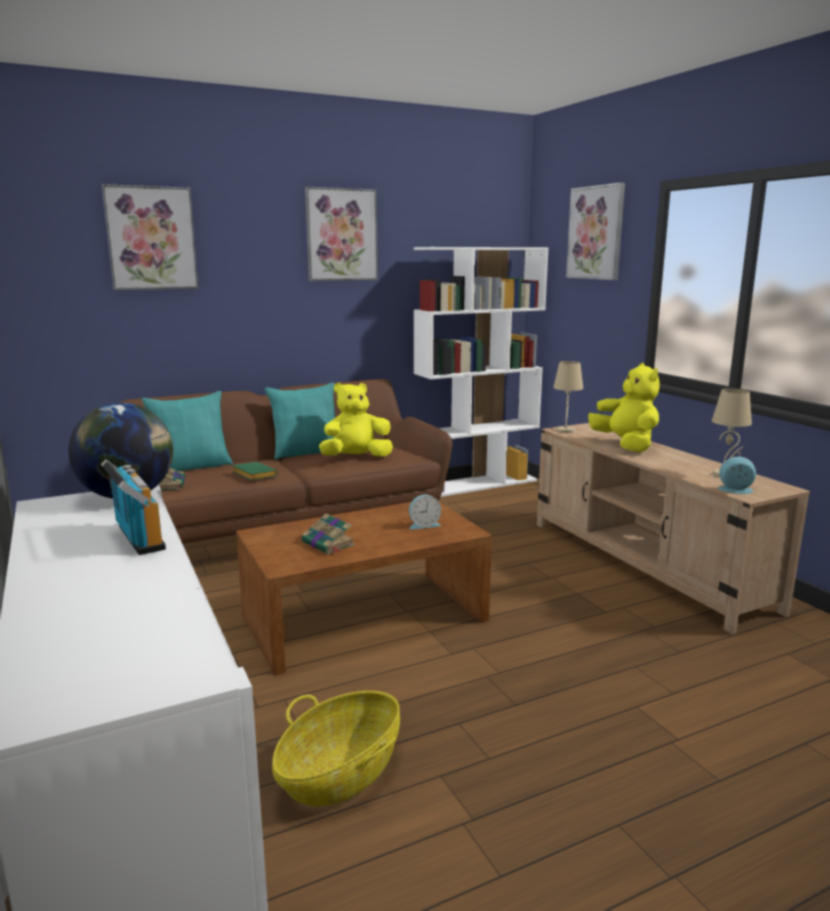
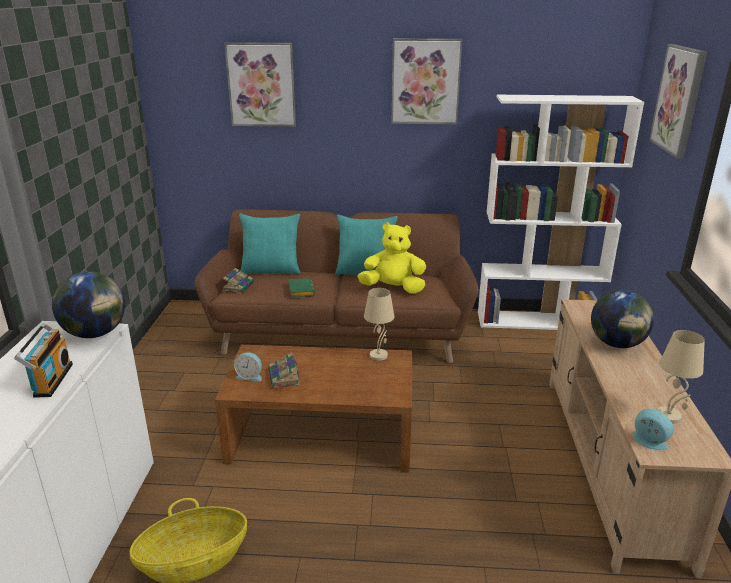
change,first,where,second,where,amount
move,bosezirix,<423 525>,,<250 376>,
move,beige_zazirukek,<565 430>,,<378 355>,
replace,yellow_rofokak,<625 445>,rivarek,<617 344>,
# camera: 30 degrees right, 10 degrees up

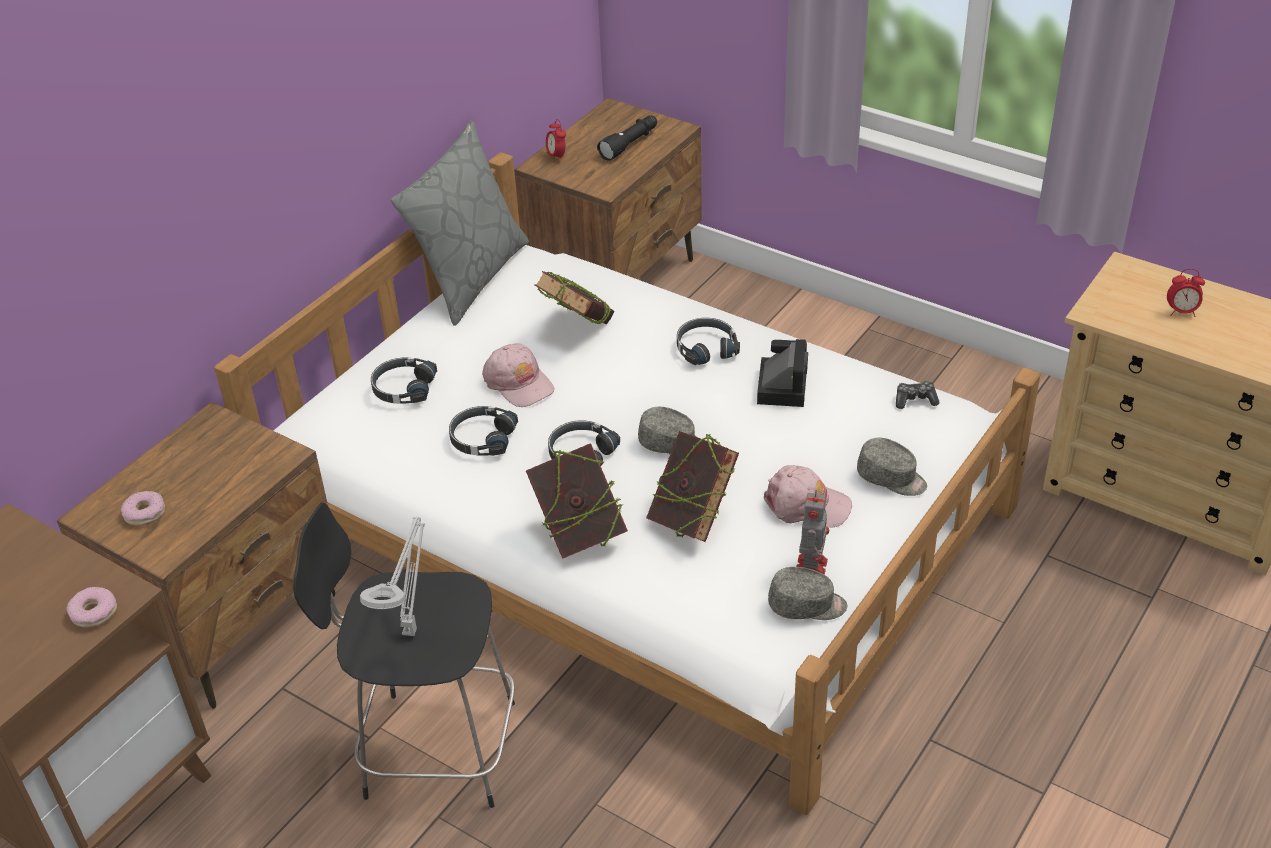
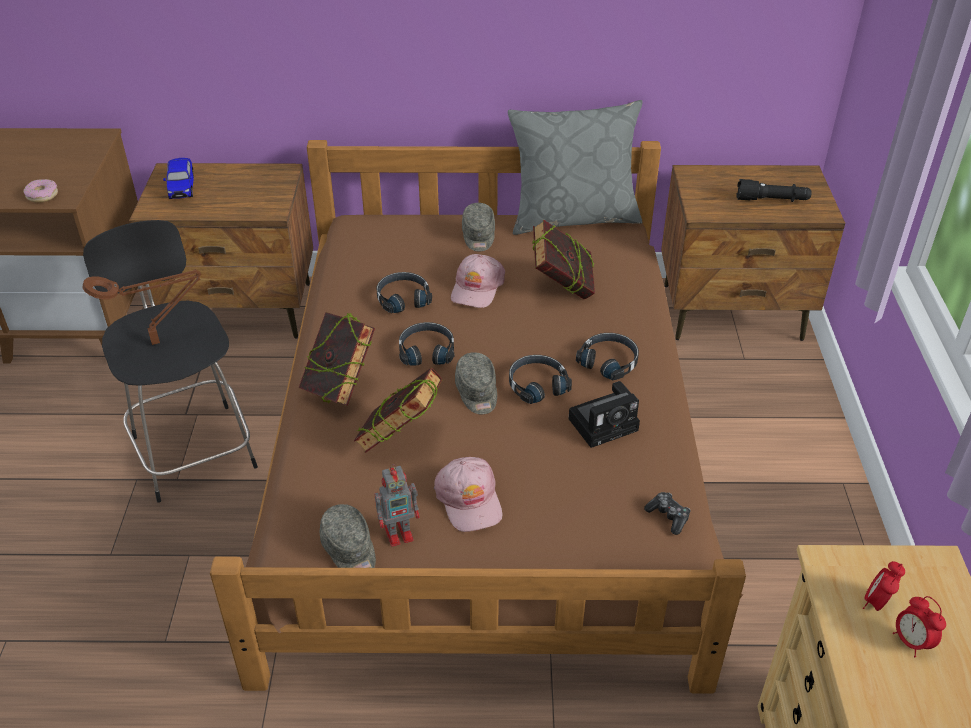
change,first,where,second,where,amount
recolor,grey_zazirukek,<411 629>,brown_zazirukek,<159 341>,
replace,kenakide,<145 513>,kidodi,<181 188>,
recolor,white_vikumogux,<640 520>,brown_vikumogux,<483 448>,
move,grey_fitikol,<891 478>,,<478 236>,
move,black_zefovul,<403 388>,,<537 384>,
move,bosezirix,<556 157>,,<877 603>,
# camera: 55 degrees right, 0 degrees up

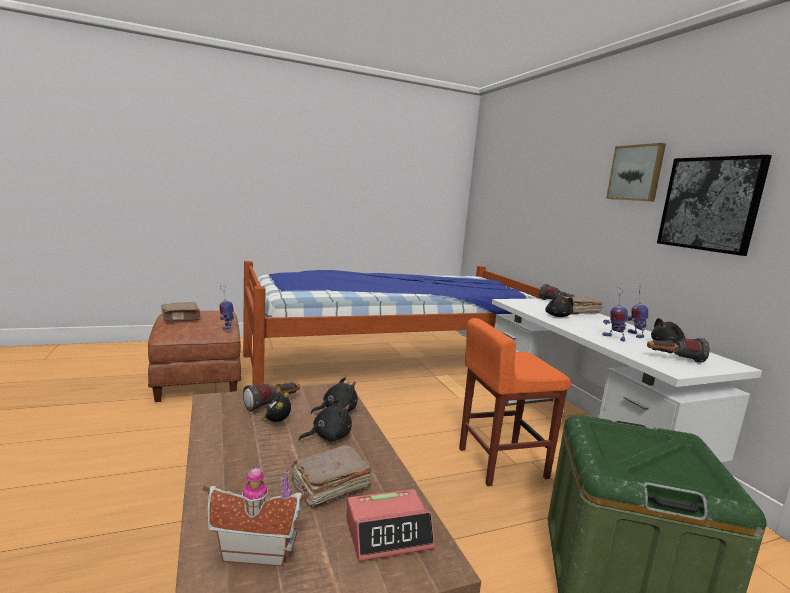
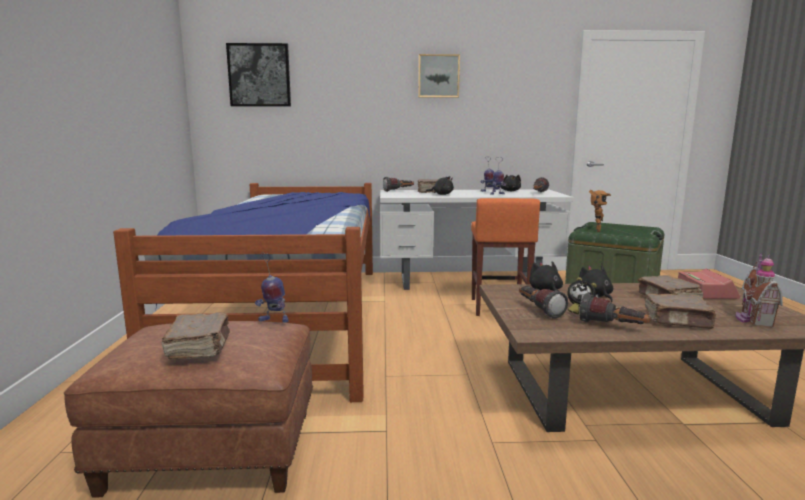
change,first,where,second,where,amount
move,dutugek,<710 204>,,<259 75>,
insert,,,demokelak,<612 327>,
insert,,,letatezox,<595 230>,
insert,,,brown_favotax,<678 321>,
# camera: 70 degrees left, 0 degrees up

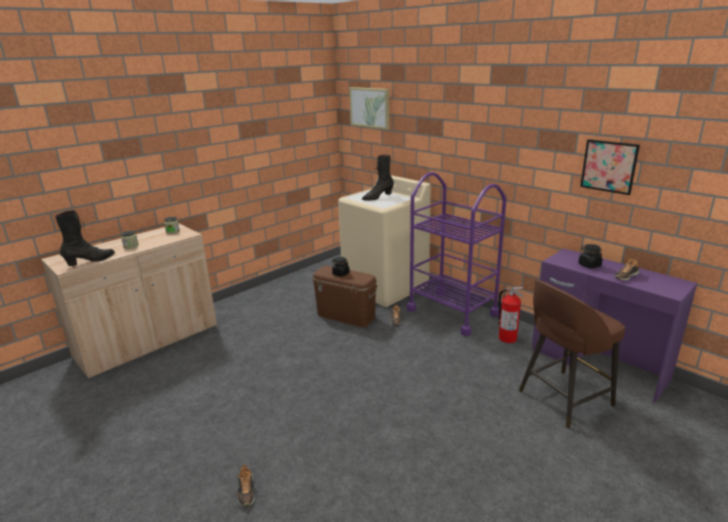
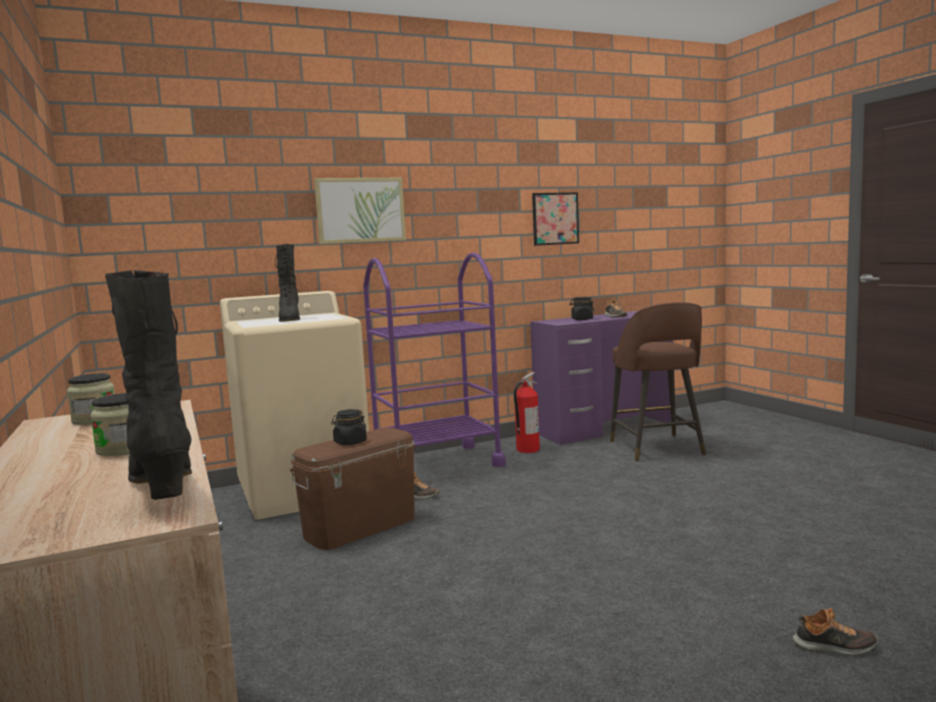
change,first,where,second,where,amount
move,dutugek,<370 107>,,<360 210>,
# camera: 70 degrees left, 15 degrees down

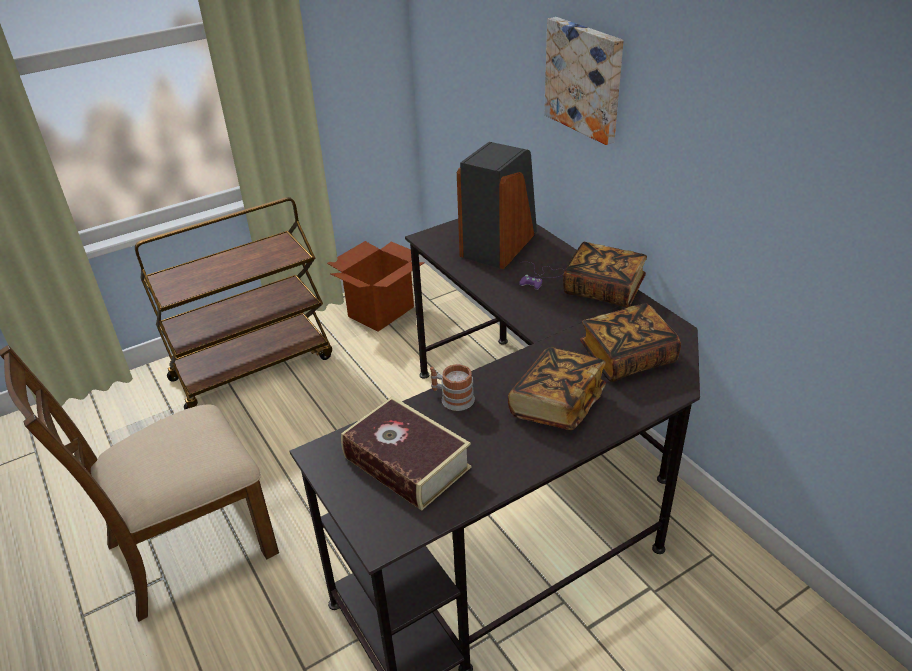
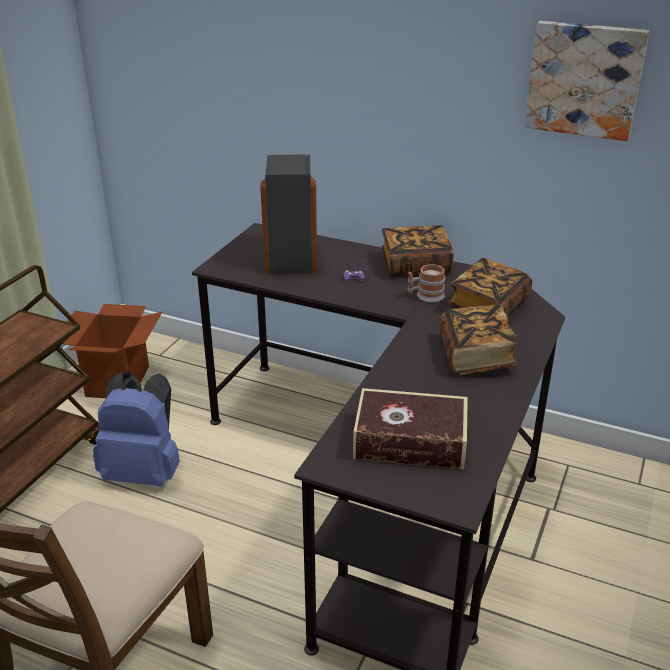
change,first,where,second,where,amount
insert,,,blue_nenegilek,<144 472>,
move,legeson,<452 398>,,<425 296>,
move,dutugek,<585 79>,,<584 79>,
# camera: 35 degrees left, 5 degrees down

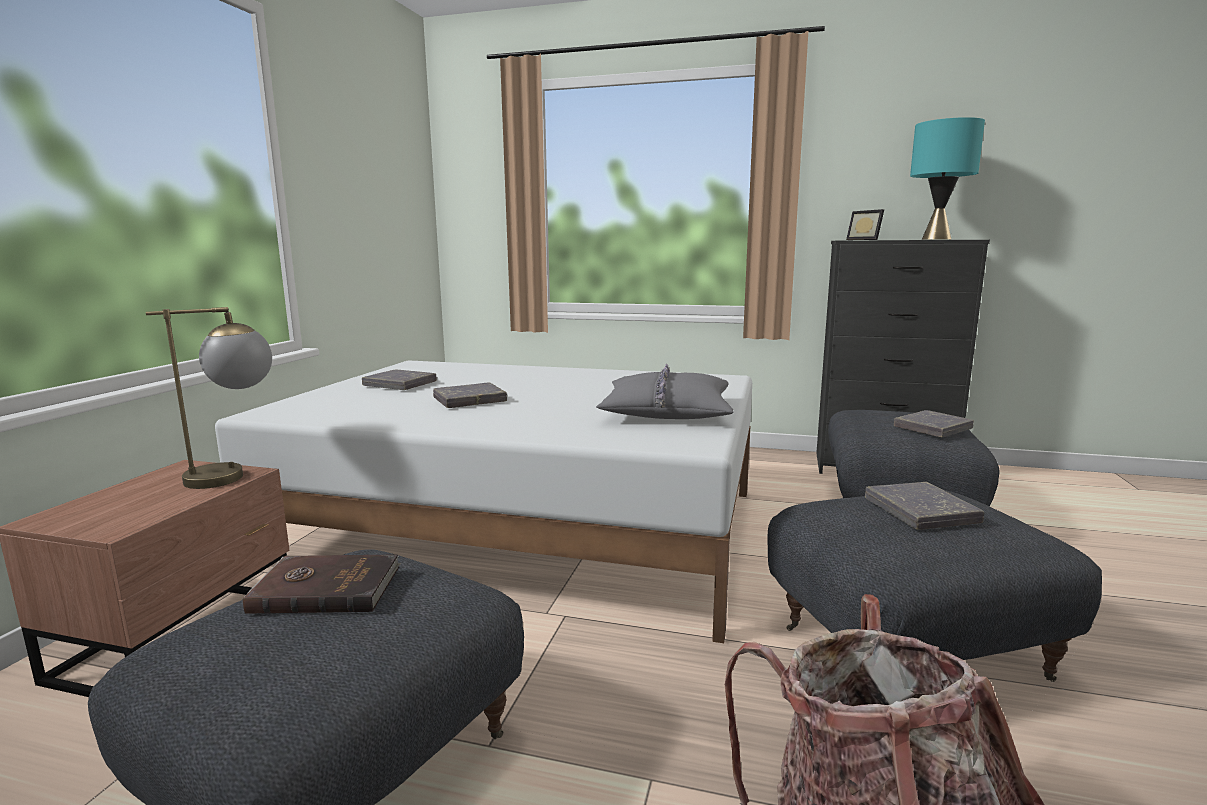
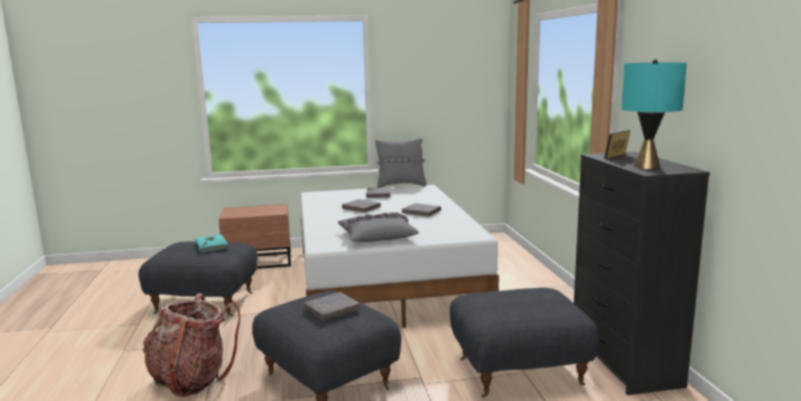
change,first,where,second,where,amount
recolor,brown_favotax,<326 588>,turquoise_favotax,<212 245>,
insert,,,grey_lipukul,<401 185>,
move,grey_favotax,<933 428>,,<421 212>,
delete,zazirukek,<236 475>,,,
# camera: 65 degrees right, 0 degrees up

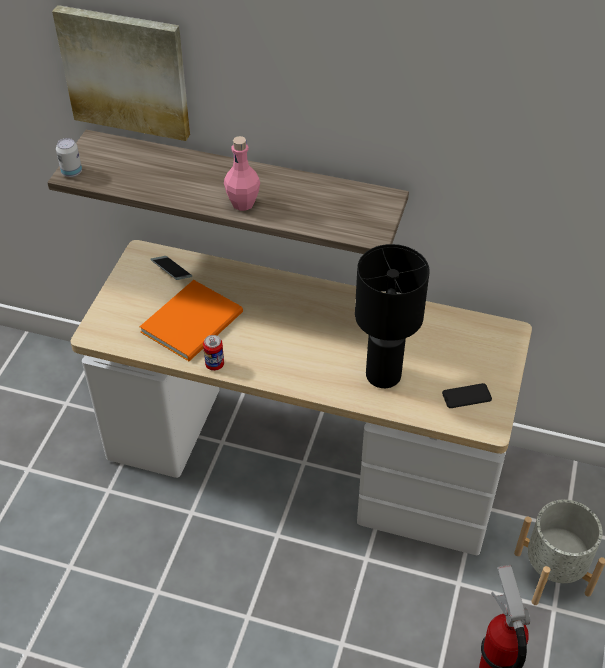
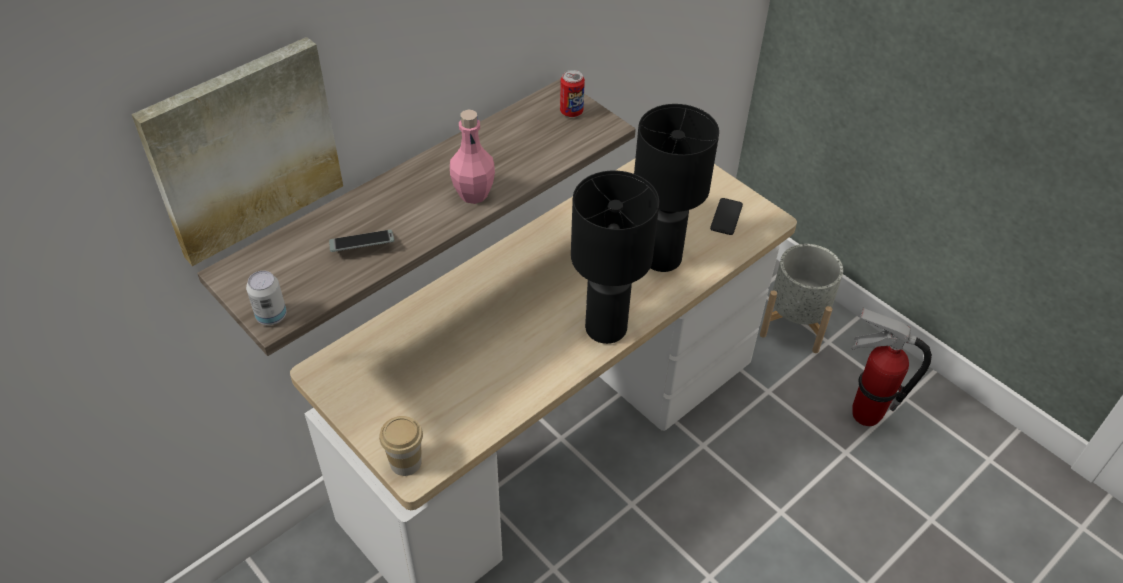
change,first,where,second,where,amount
move,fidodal,<171 271>,,<362 246>,
insert,,,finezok,<405 462>,
move,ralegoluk,<214 364>,,<571 112>,
insert,,,black_zazirukek,<607 328>,
delete,orange_favotax,<195 322>,,,
# camera: 60 degrees left, 0 degrees up

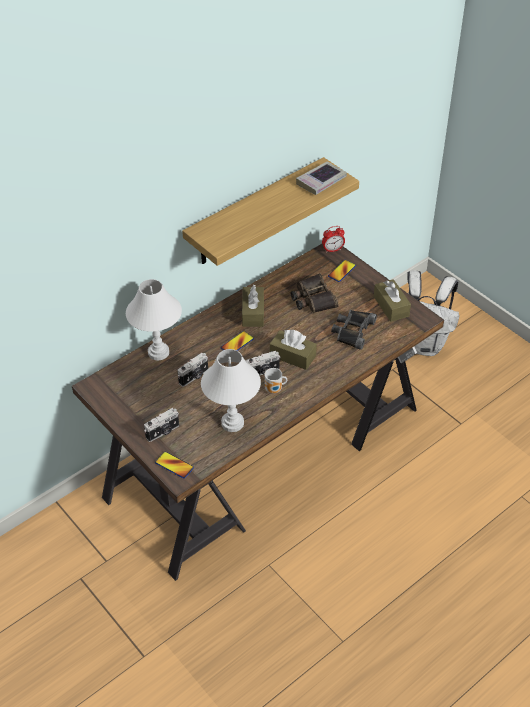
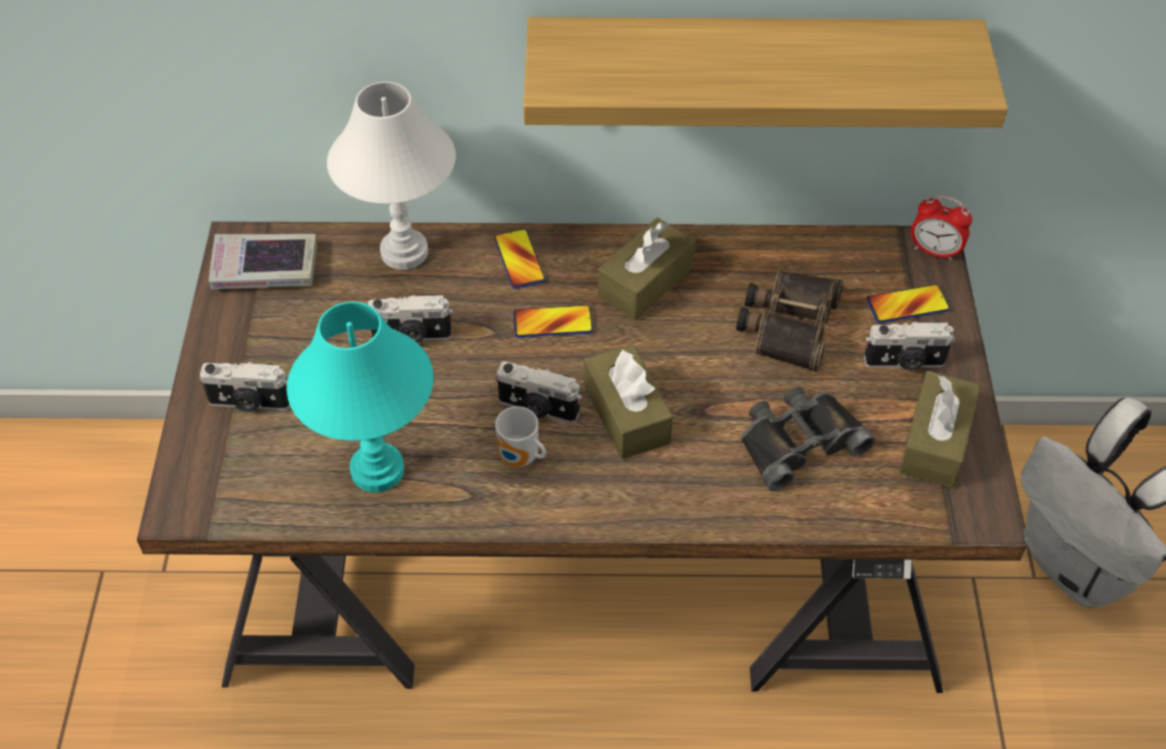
change,first,where,second,where,amount
move,favotax,<321 181>,,<265 268>,
recolor,white_zazirukek,<232 423>,turquoise_zazirukek,<376 470>,
move,fidodal,<174 465>,,<519 260>,
insert,,,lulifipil,<904 363>,
# camera: 40 degrees right, 5 degrees up

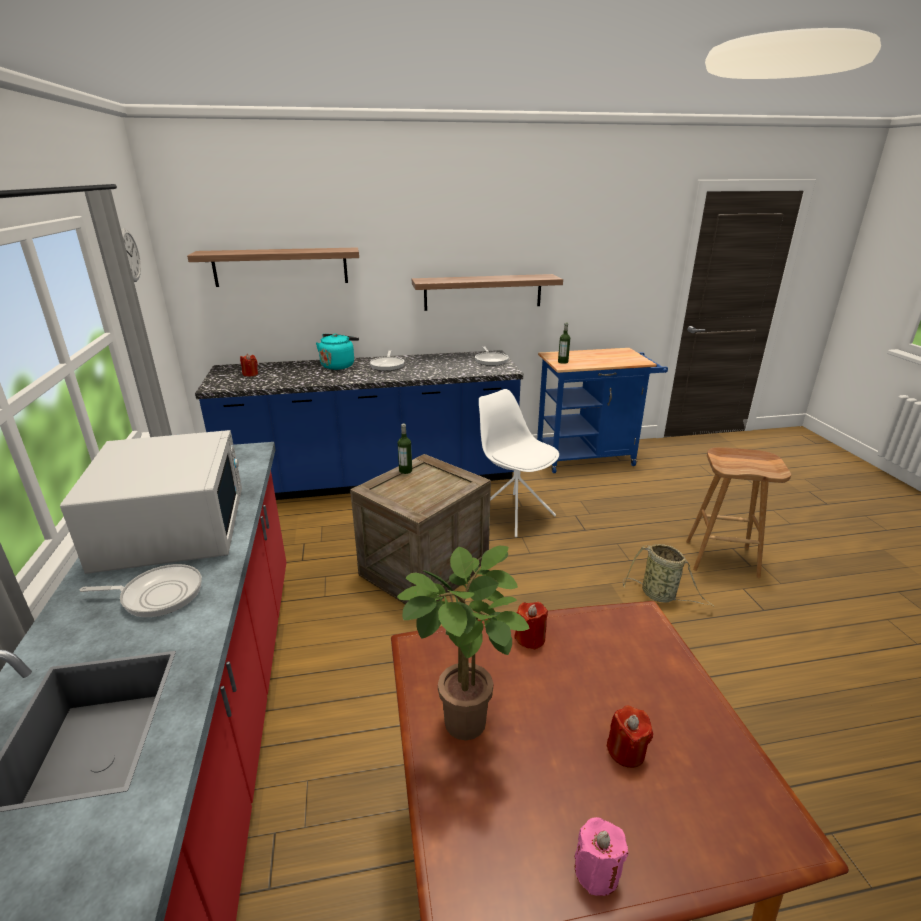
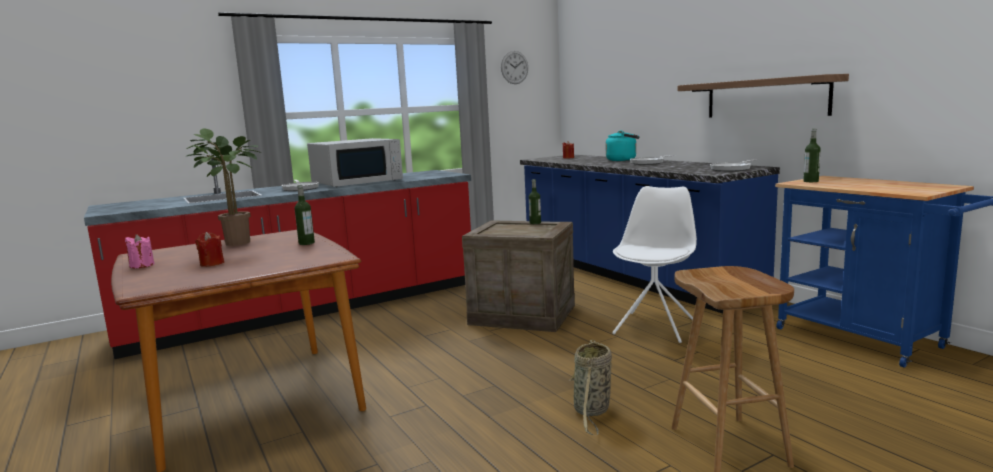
change,first,where,second,where,amount
replace,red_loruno,<530 638>,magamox,<306 243>,
delete,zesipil,<280 267>,,,
# camera: 70 degrees right, 15 degrees down

